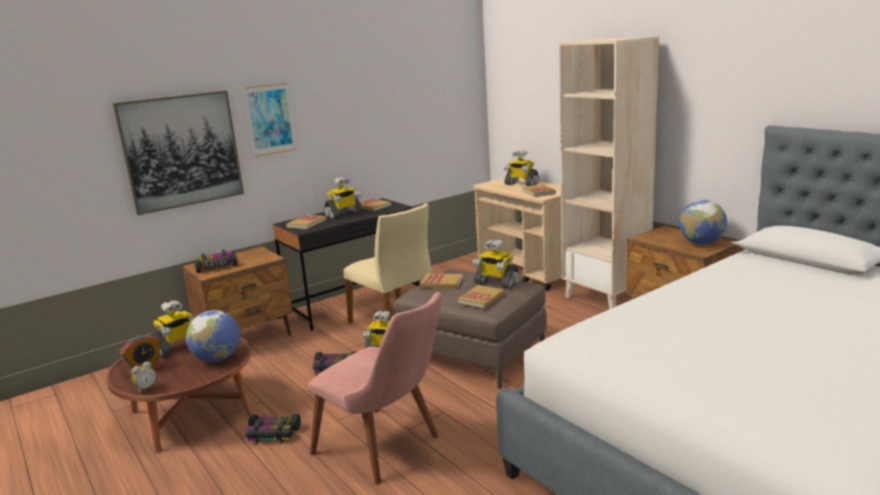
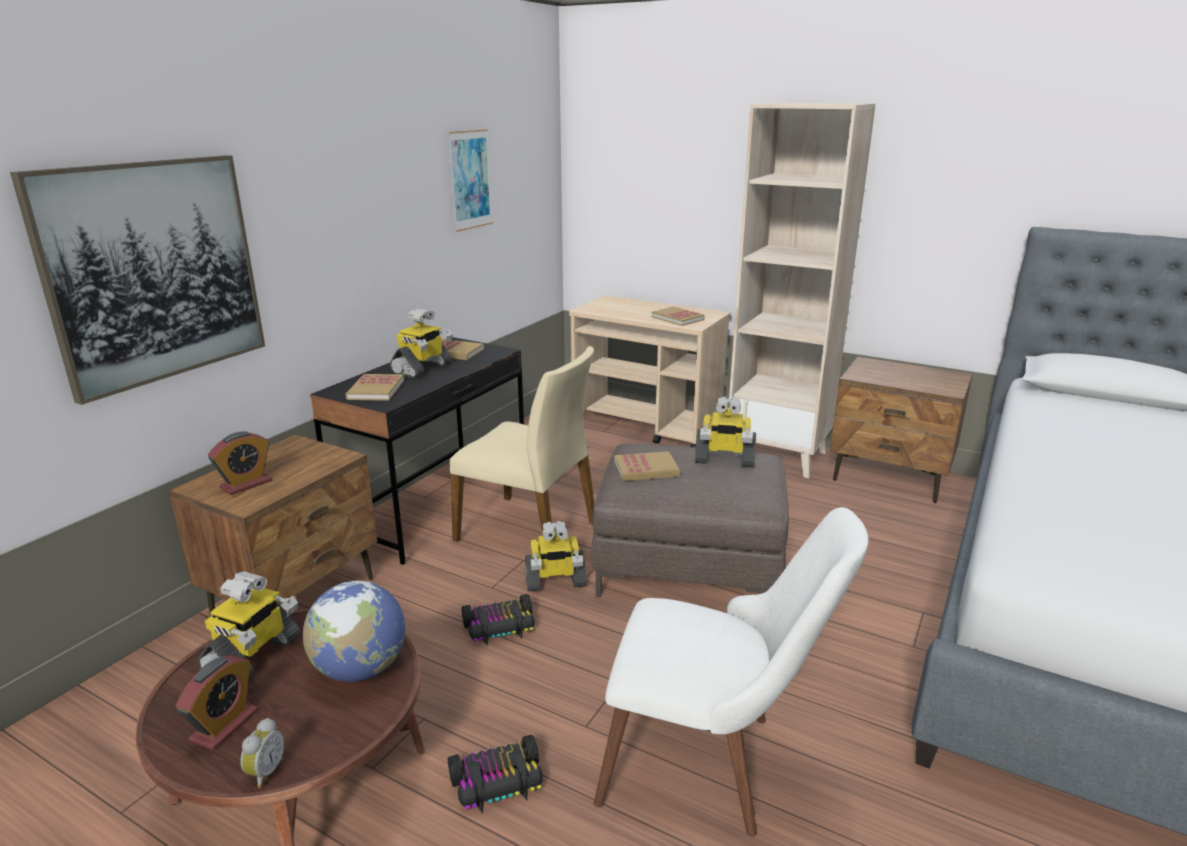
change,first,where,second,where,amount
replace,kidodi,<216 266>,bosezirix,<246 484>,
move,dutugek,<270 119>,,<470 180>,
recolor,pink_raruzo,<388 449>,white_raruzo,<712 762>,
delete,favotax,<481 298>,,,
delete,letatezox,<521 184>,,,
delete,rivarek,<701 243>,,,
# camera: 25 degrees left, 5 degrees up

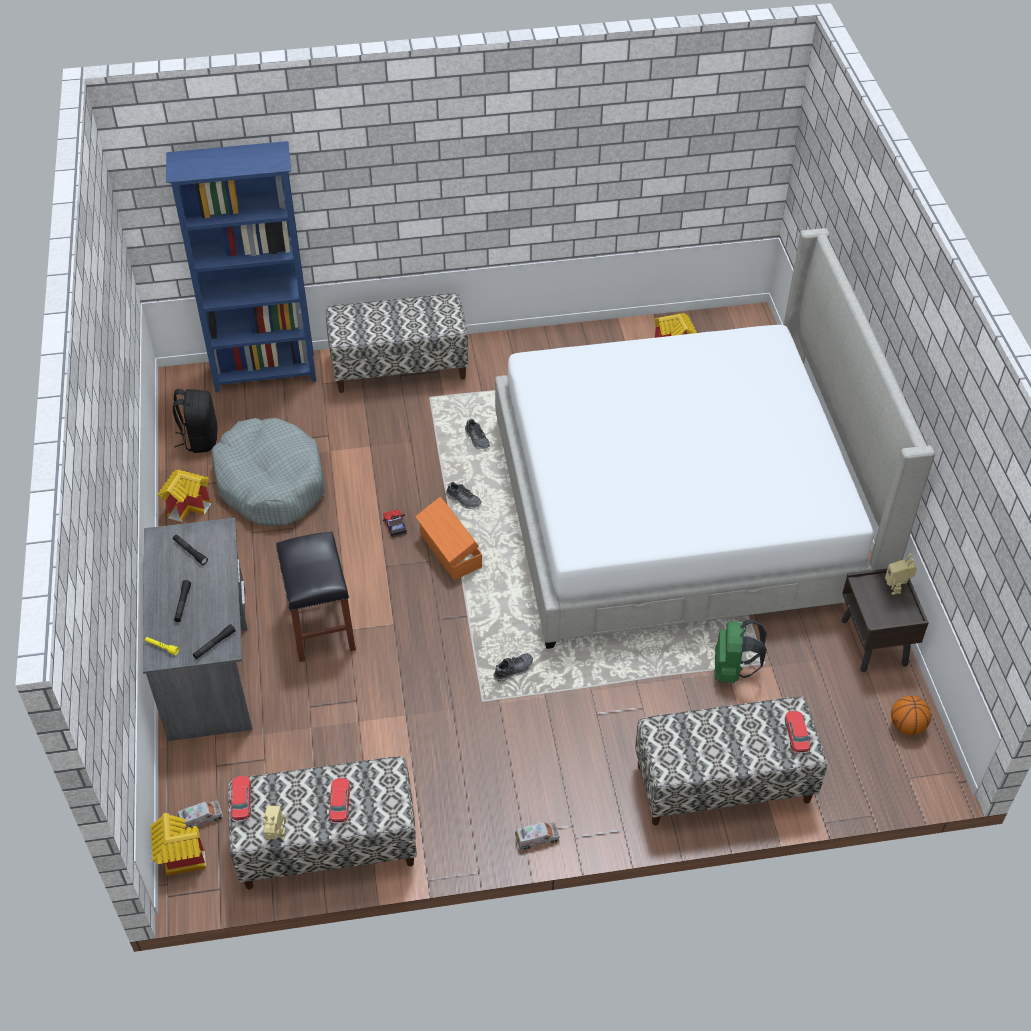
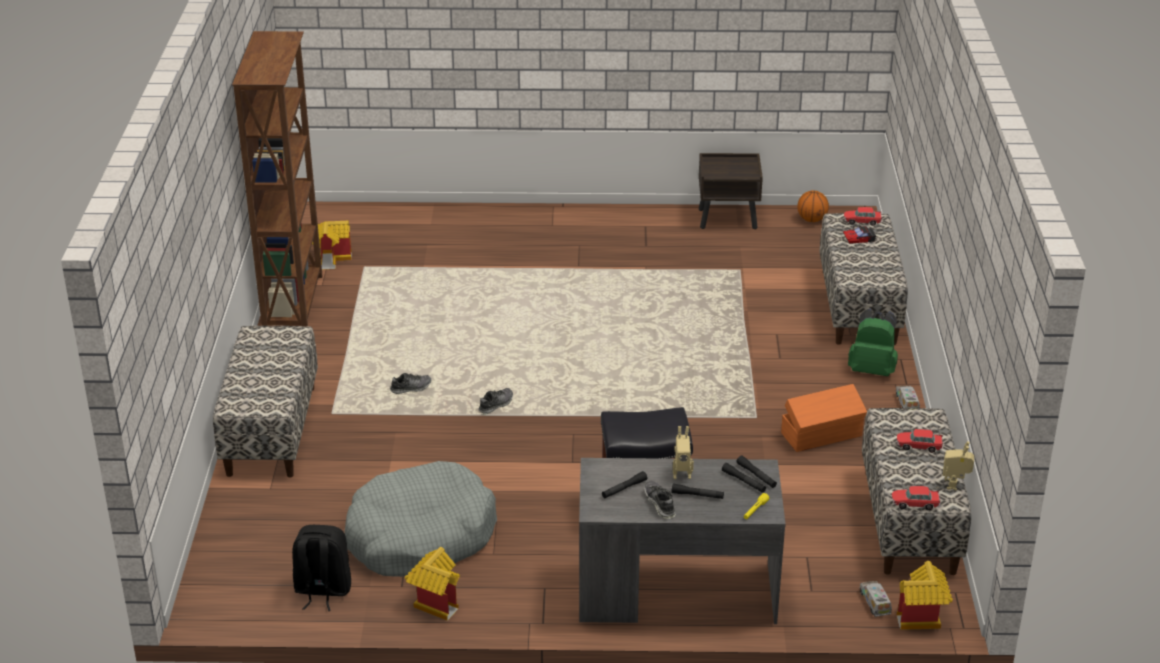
change,first,where,second,where,amount
insert,,,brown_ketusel,<294 303>,
move,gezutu,<513 670>,,<659 503>,
move,letatezox,<896 587>,,<681 473>,
insert,,,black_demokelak,<743 481>,
move,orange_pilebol,<450 552>,,<822 435>,
move,kidodi,<395 525>,,<859 238>,
move,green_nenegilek,<733 670>,,<872 369>,
delete,blue_ketusel,<266 373>,,,
delete,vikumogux,<680 508>,,,
# camera: 80 degrees left, 15 degrees down

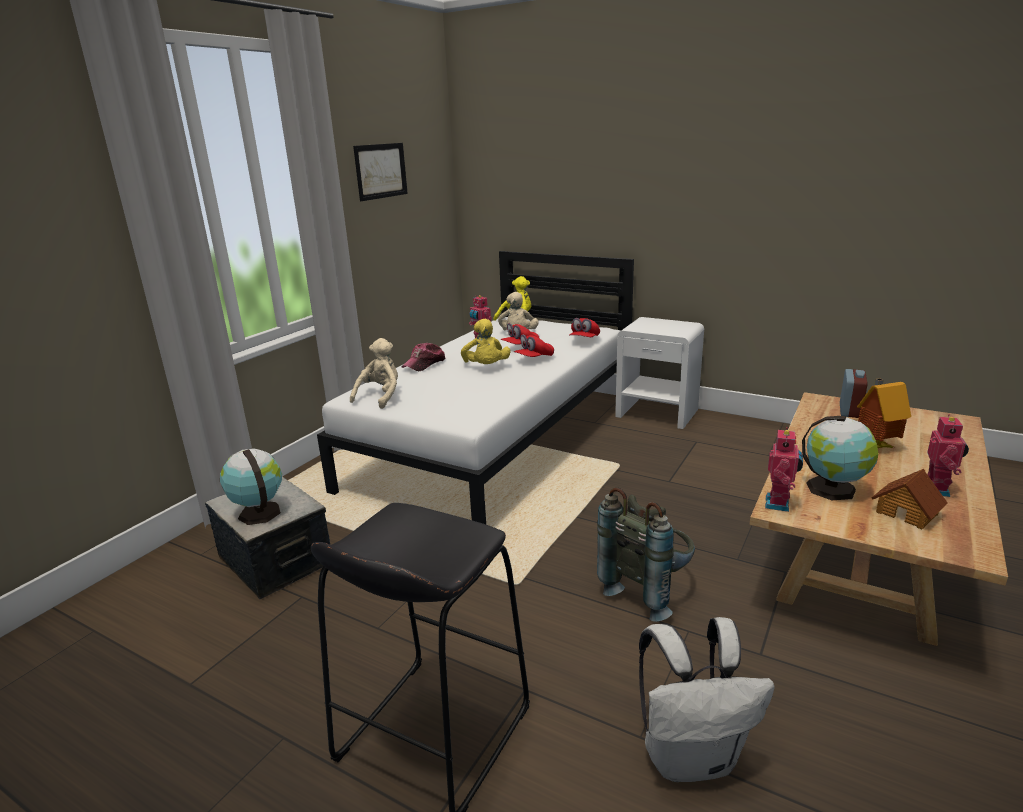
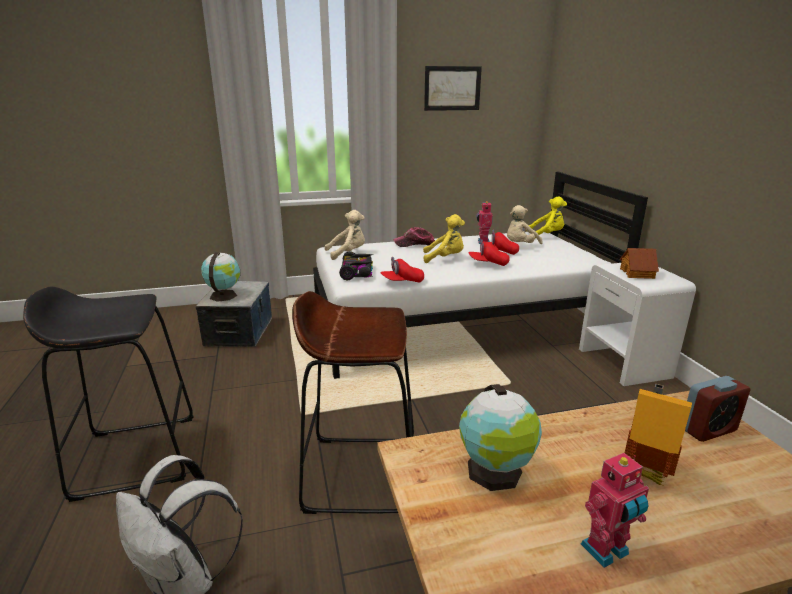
change,first,where,second,where,amount
replace,grey_nenegilek,<648 589>,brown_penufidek,<361 473>,
insert,,,kidodi,<357 272>,
move,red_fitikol,<584 339>,,<402 282>,
rotate,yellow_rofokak,<486 367>,,<445 258>,120 degrees counterclockwise
move,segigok,<907 512>,,<637 273>,
delete,letatezox,<779 504>,,,
# camera: 45 degrees right, 0 degrees up

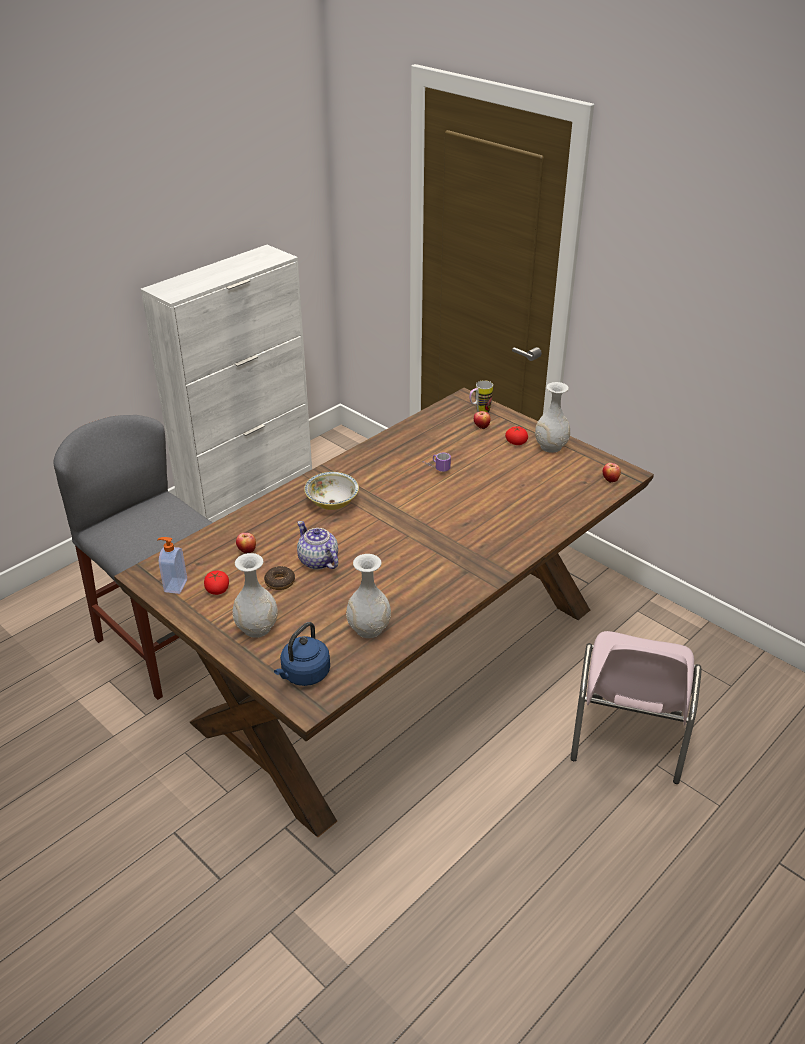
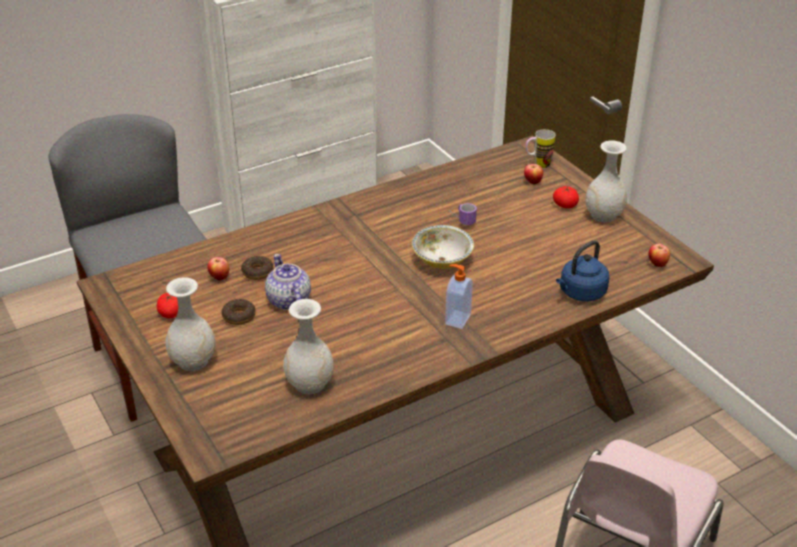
change,first,where,second,where,amount
insert,,,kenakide,<257 272>,
move,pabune,<332 502>,,<442 260>,
move,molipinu,<175 585>,,<457 319>,
move,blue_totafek,<304 675>,,<580 293>,
# camera: 15 degrees right, 0 degrees up

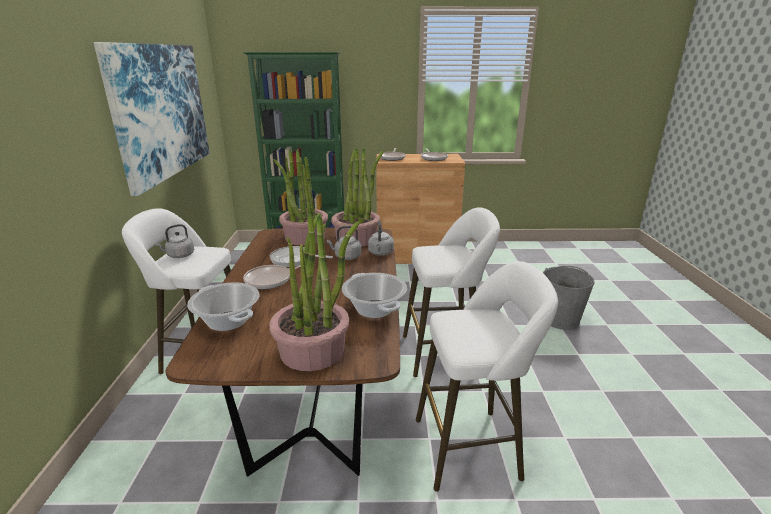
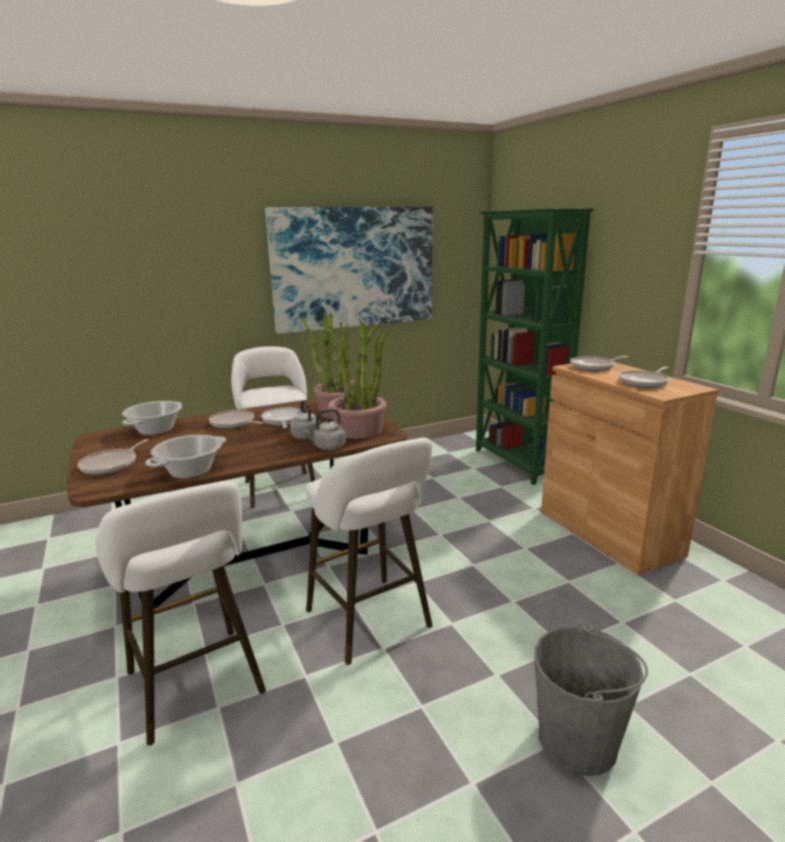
change,first,where,second,where,amount
replace,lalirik,<313 350>,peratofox,<112 465>,
delete,grey_totafek,<179 255>,,,
# camera: 65 degrees right, 5 degrees down

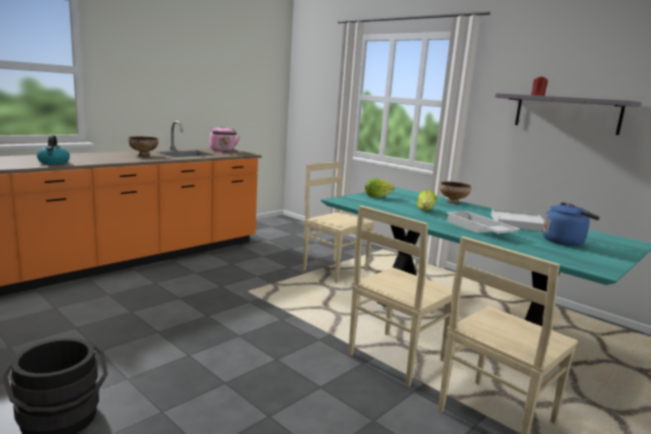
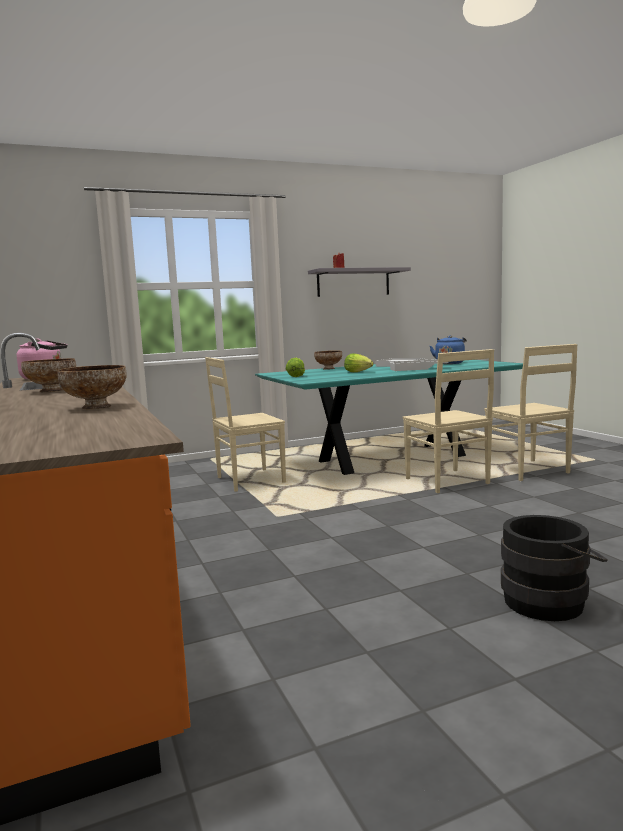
change,first,where,second,where,amount
replace,totafek,<54 162>,pabune,<95 407>,
# camera: 65 degrees left, 5 degrees down

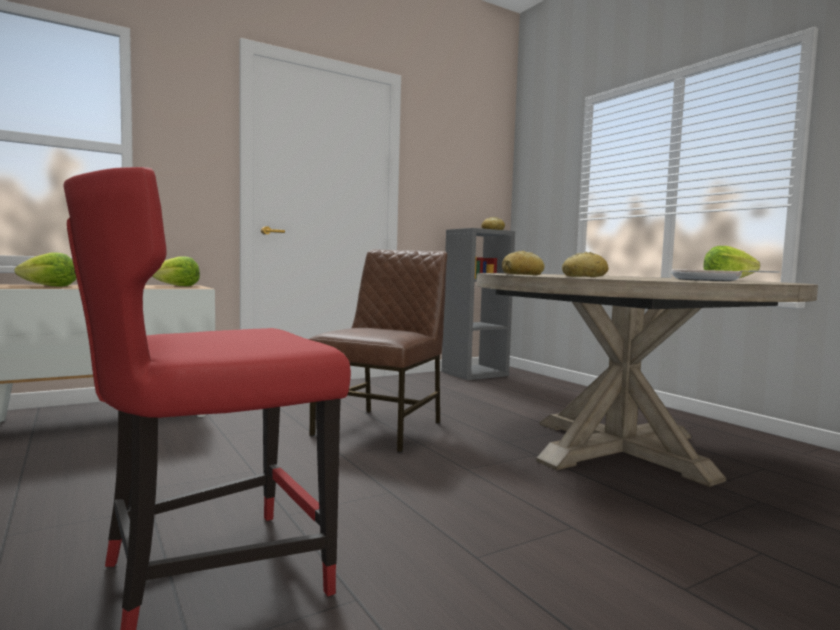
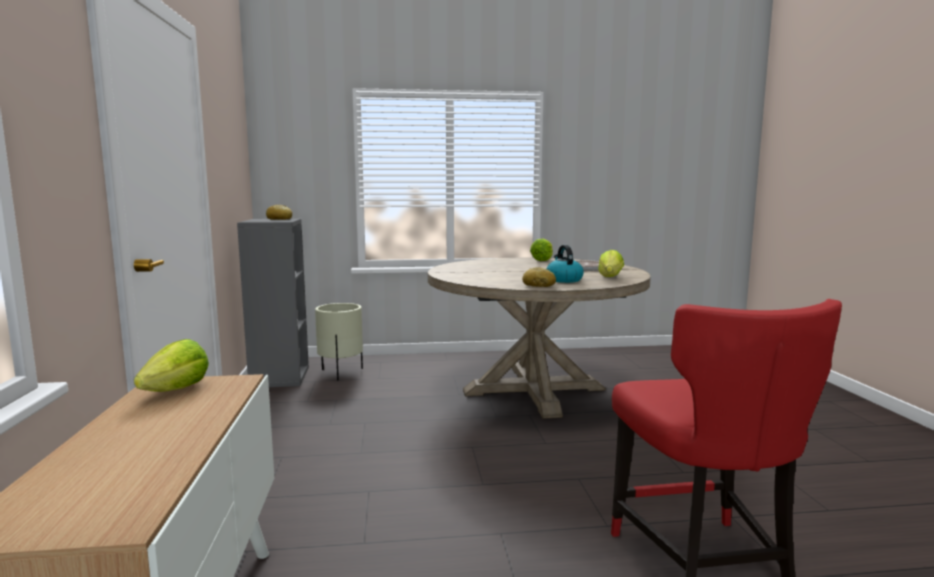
change,first,where,second,where,amount
insert,,,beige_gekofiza,<341 372>,
replace,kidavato,<583 276>,totafek,<563 280>,
move,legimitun,<49 286>,,<610 277>,
delete,brown_raruzo,<382 428>,,,
# camera: 65 degrees left, 5 degrees up

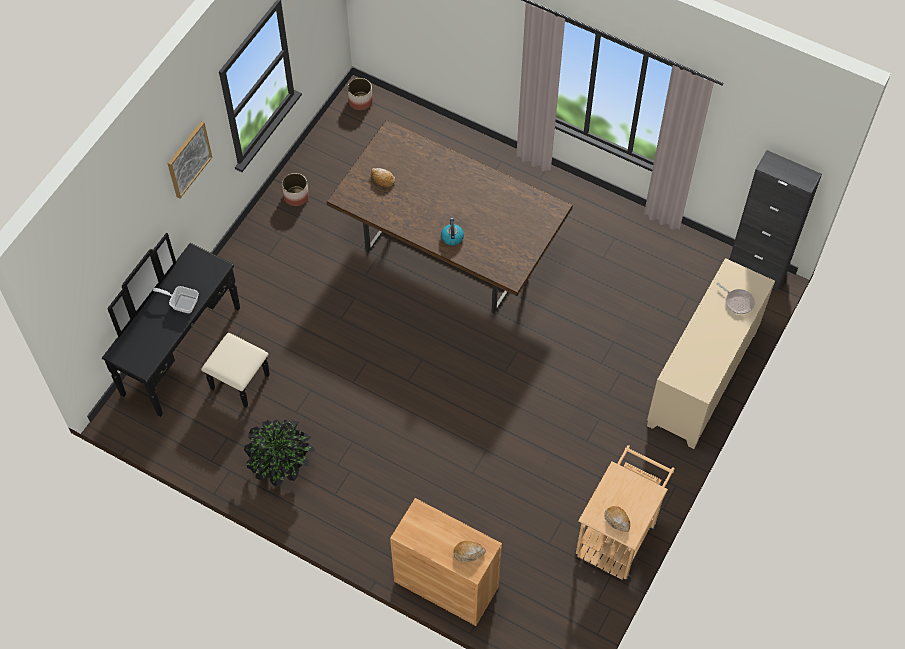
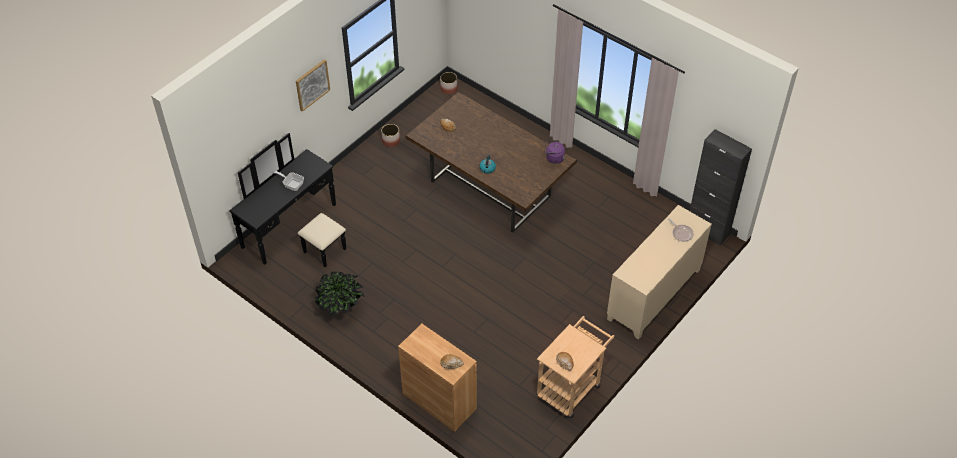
change,first,where,second,where,amount
insert,,,purple_totafek,<553 158>,
# camera: 10 degrees right, 10 degrees down

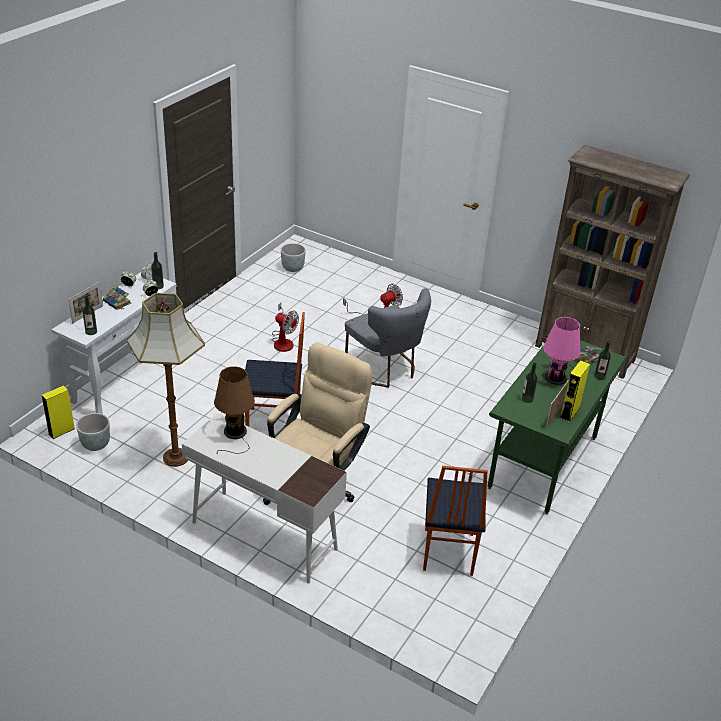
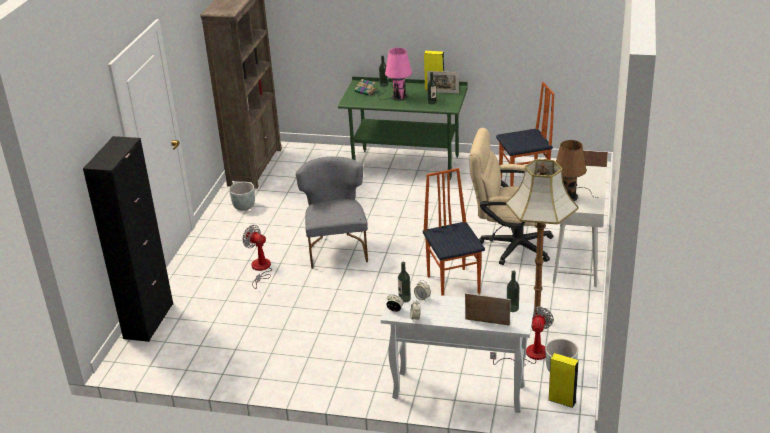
change,first,where,second,where,amount
insert,,,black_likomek,<149 321>,
move,grey_gekofiza,<292 268>,,<244 207>,
rotate,grey_raruzo,<386 369>,,<337 248>,45 degrees counterclockwise
move,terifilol,<283 341>,,<529 355>,
delete,favotax,<117 302>,,,
# camera: 105 degrees left, 5 degrees down

